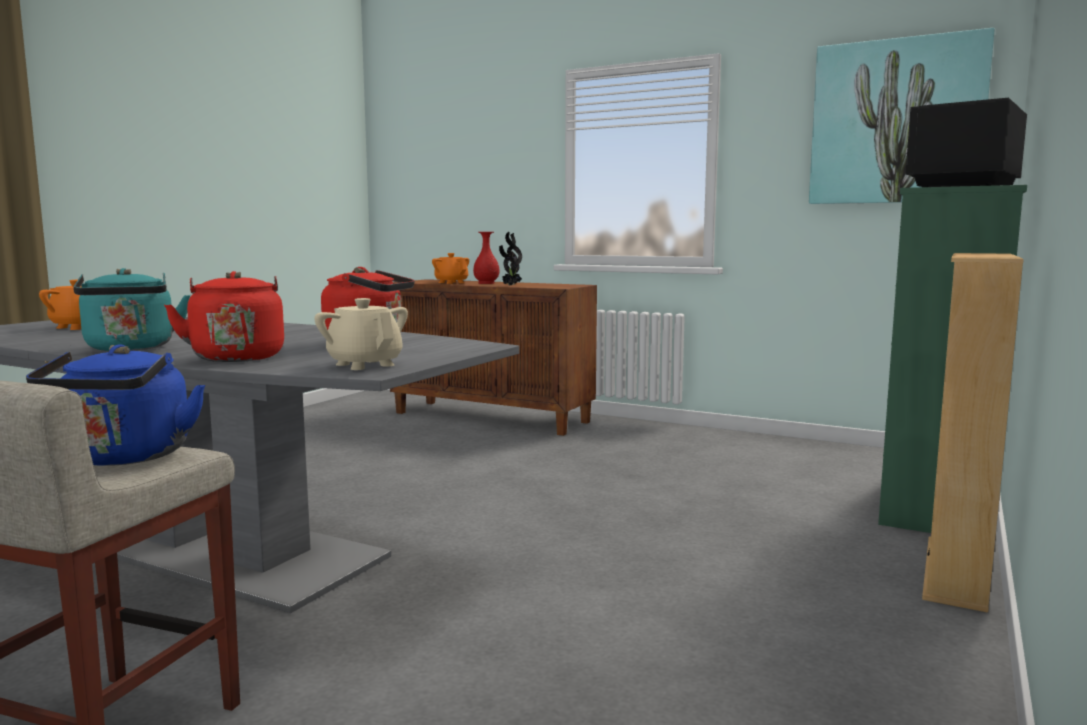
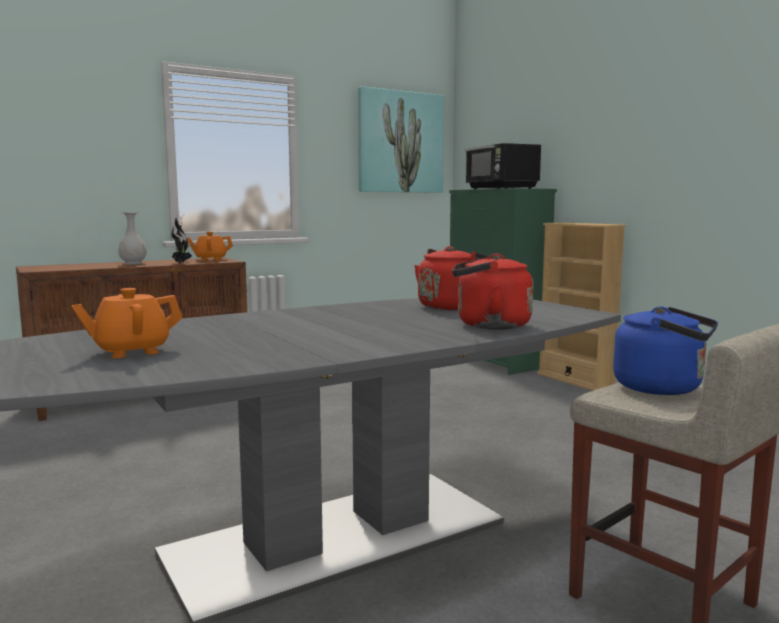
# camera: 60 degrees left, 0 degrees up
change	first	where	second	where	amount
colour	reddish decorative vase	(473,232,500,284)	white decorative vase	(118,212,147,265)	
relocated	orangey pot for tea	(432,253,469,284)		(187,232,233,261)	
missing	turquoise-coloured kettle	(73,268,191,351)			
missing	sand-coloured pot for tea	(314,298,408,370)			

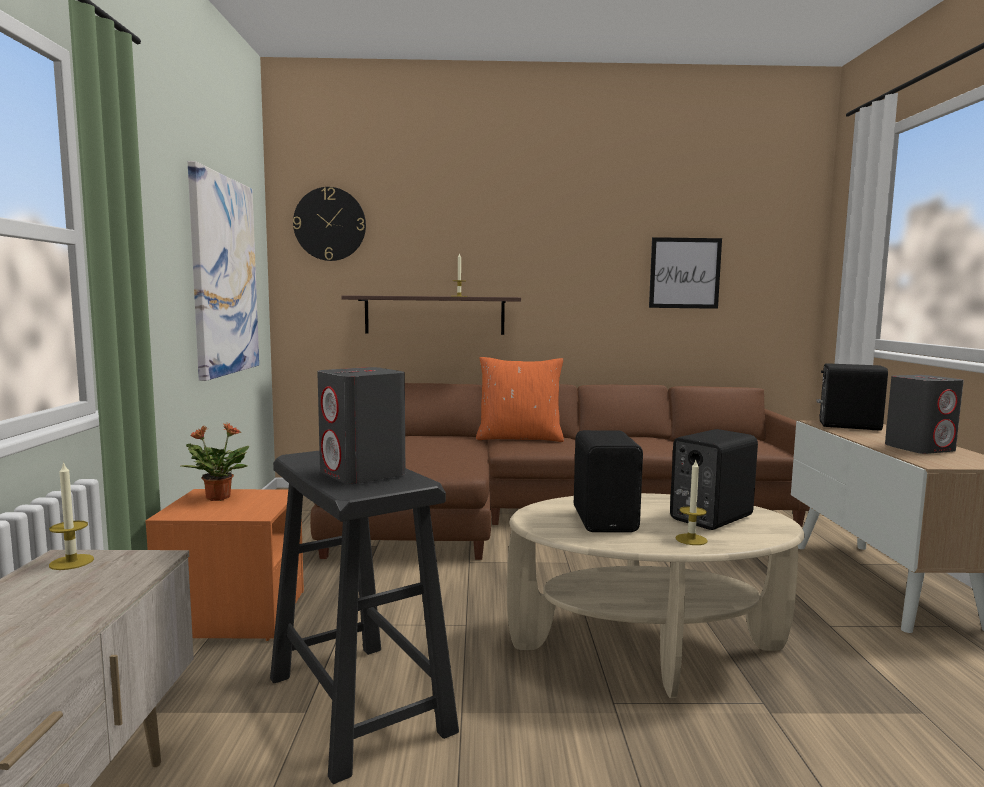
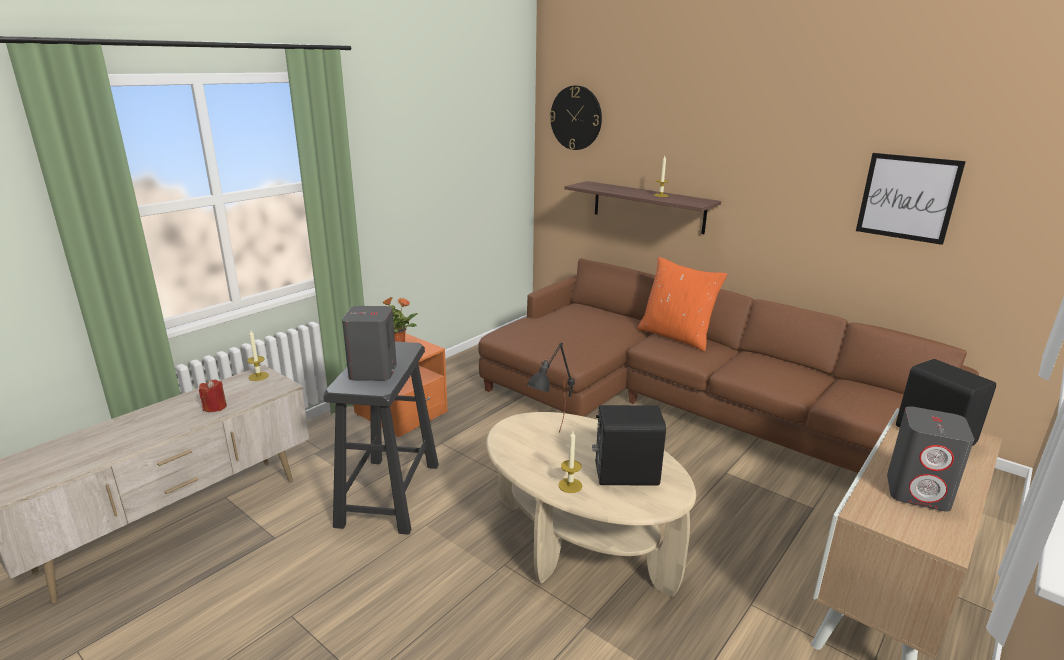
# camera: 40 degrees right, 15 degrees up
change	first	where	second	where	amount
missing	picture	(188,161,259,381)			
exchanged	black loudspeaker	(574,430,643,532)	black tabletop lamp	(526,342,575,433)	
appeared			reddish wax light	(199,379,227,412)	

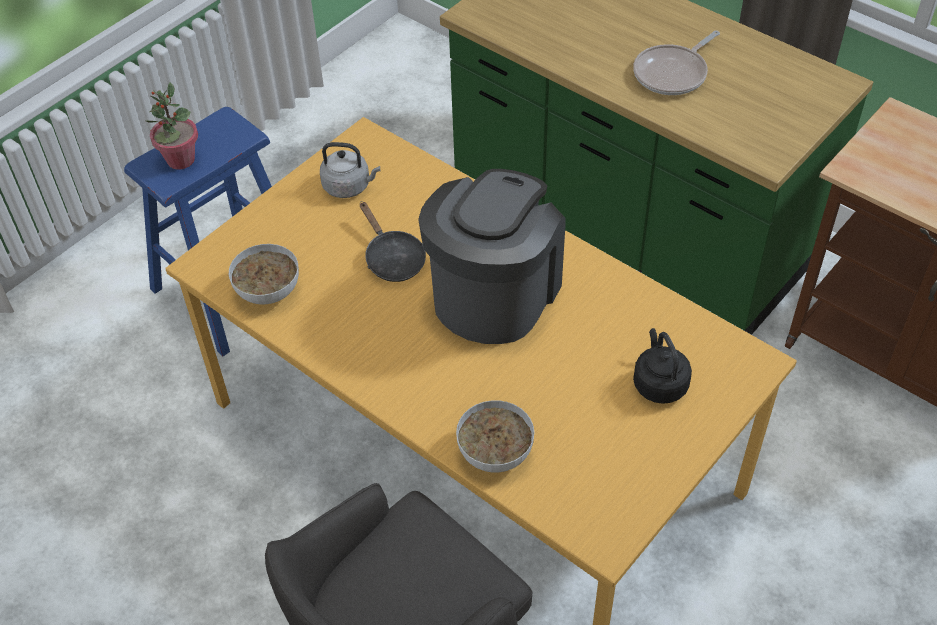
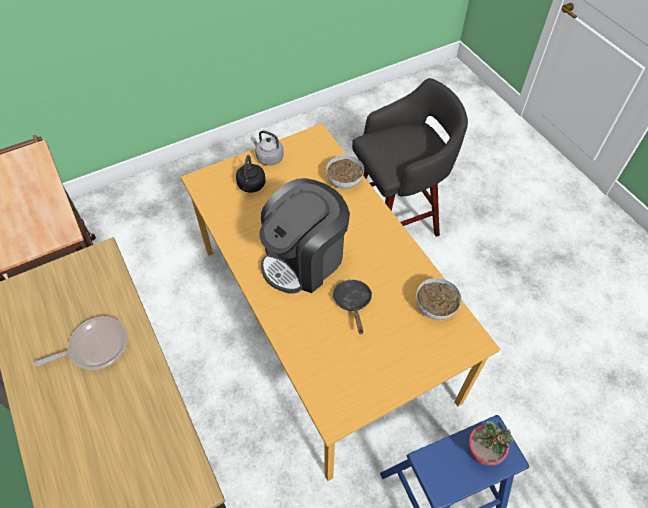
# camera: 160 degrees left, 5 degrees up
change	first	where	second	where	amount
relocated	gray kettle	(320,142,380,198)		(251,131,284,166)	

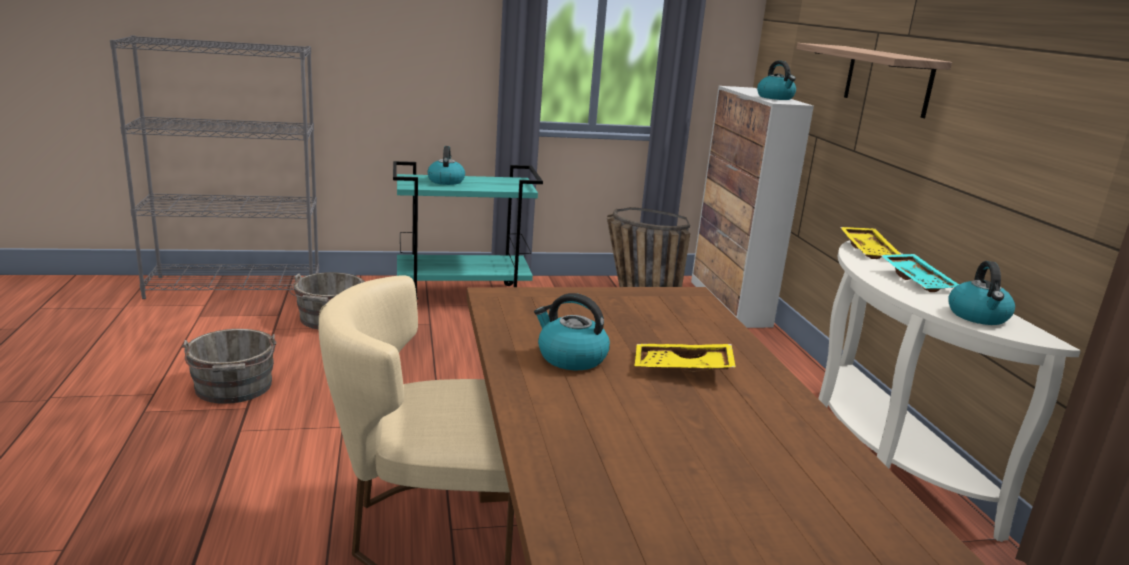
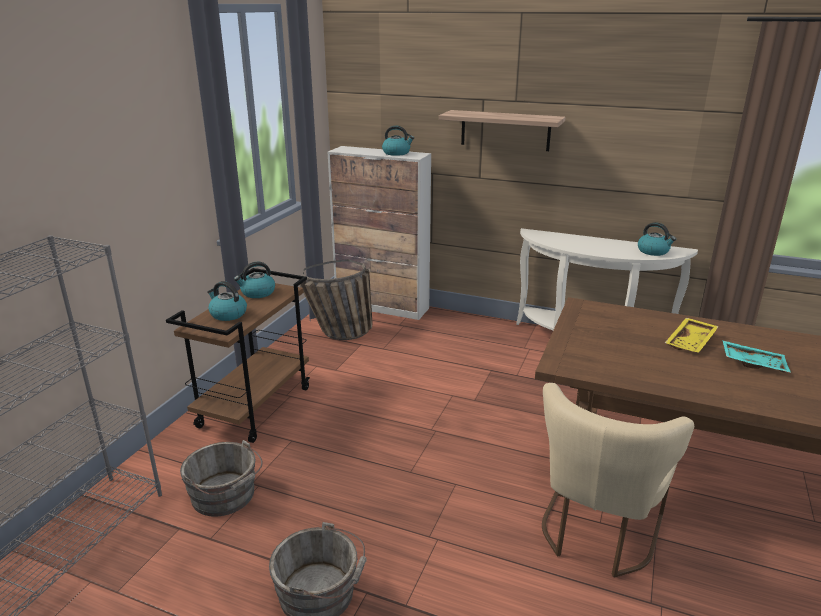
# camera: 55 degrees left, 5 degrees up
change	first	where	second	where	amount
colour	turquoise-coloured wheeled cart	(393,161,543,306)	brown-coloured wheeled cart	(166,268,310,443)	
missing	yellow serving tray	(840,227,901,259)			
relocated	turquoise-coloured serving tray	(880,254,959,292)		(723,340,791,373)	
relocated	kettle	(534,293,610,370)		(234,262,275,298)	

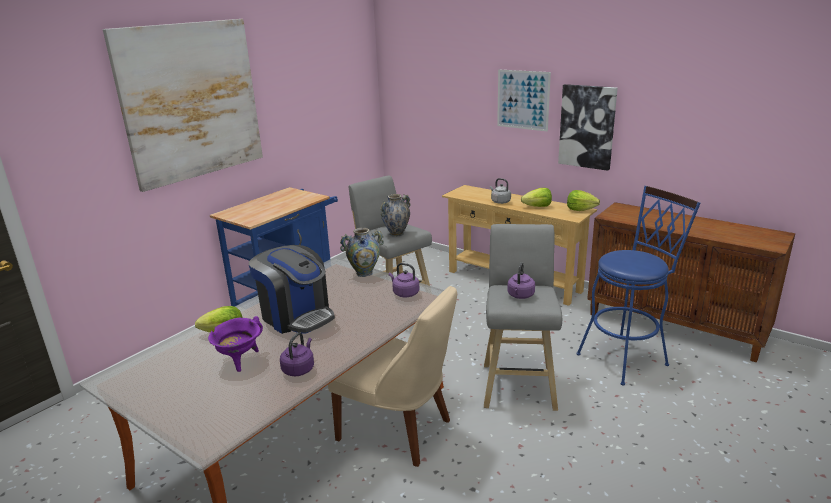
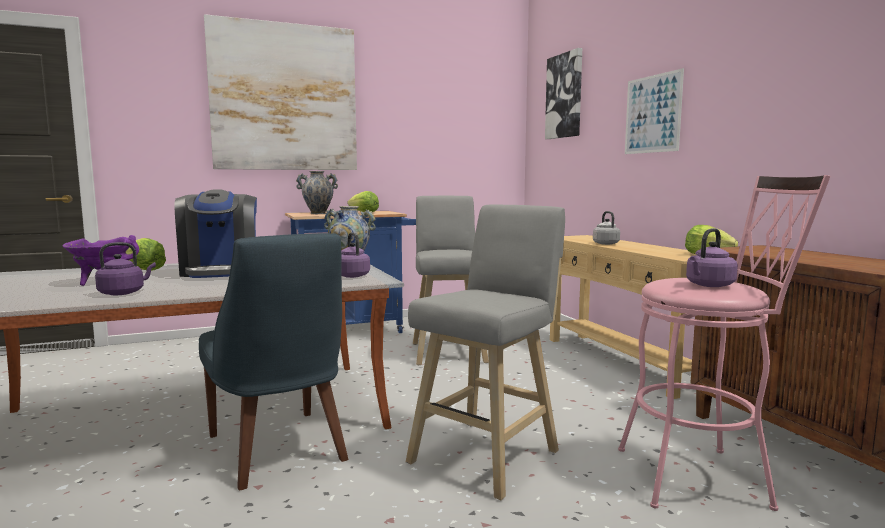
# camera: 30 degrees right, 15 degrees down
change	first	where	second	where	amount
relocated	picture	(558,84,618,171)		(545,48,582,139)	
colour	blue stool seat	(576,186,700,386)	pink stool seat	(618,175,830,511)	
relocated	lettuce head	(521,188,552,207)		(348,191,379,212)	
relocated	decorative vase	(380,194,410,236)		(296,171,338,214)	
relocated	purple kettle	(507,262,535,299)		(686,228,738,287)	
colour	sand-coloured chair	(328,286,457,467)	blue chair	(199,233,349,490)	

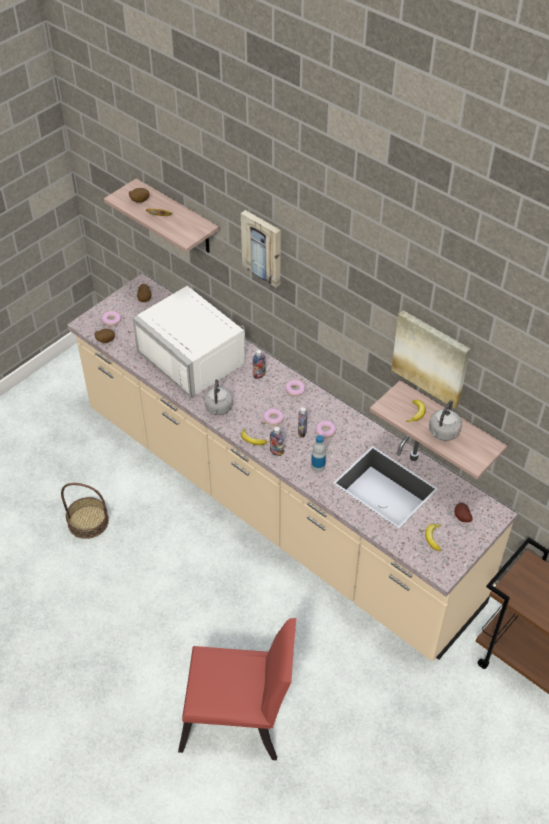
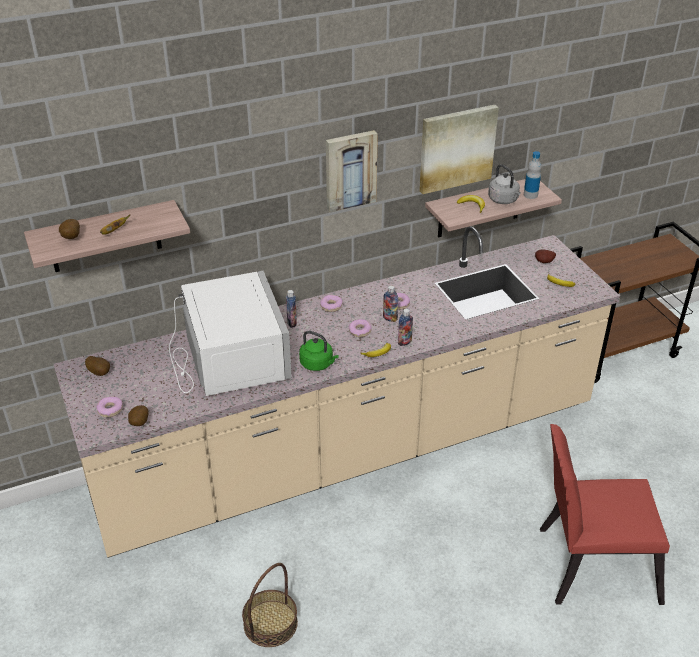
# camera: 65 degrees left, 10 degrees down
change	first	where	second	where	amount
relocated	picture	(241,210,281,287)		(326,130,378,212)	
spun	white microwave	(133,286,249,398)		(169,271,292,396)	90 degrees counterclockwise
colour	gray kettle	(204,379,233,415)	green-coloured kettle	(299,331,339,371)	
relocated	drink bottle	(311,435,326,473)		(524,151,541,199)	
spun	reddish chair	(178,618,296,760)		(540,424,670,605)	120 degrees counterclockwise

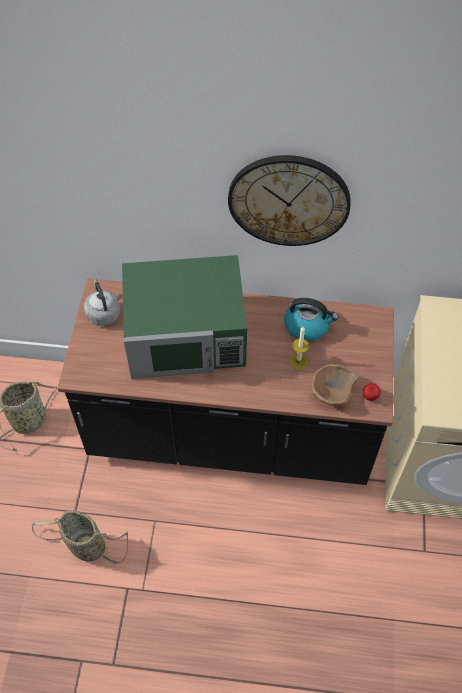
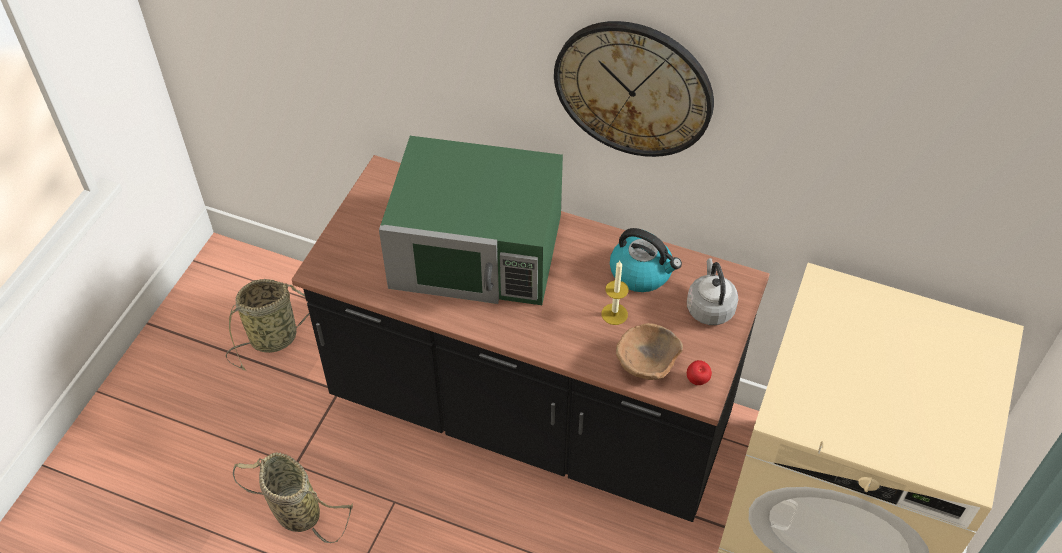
# camera: 15 degrees right, 5 degrees down
change	first	where	second	where	amount
relocated	gray kettle	(84,280,120,326)		(687,258,738,325)	

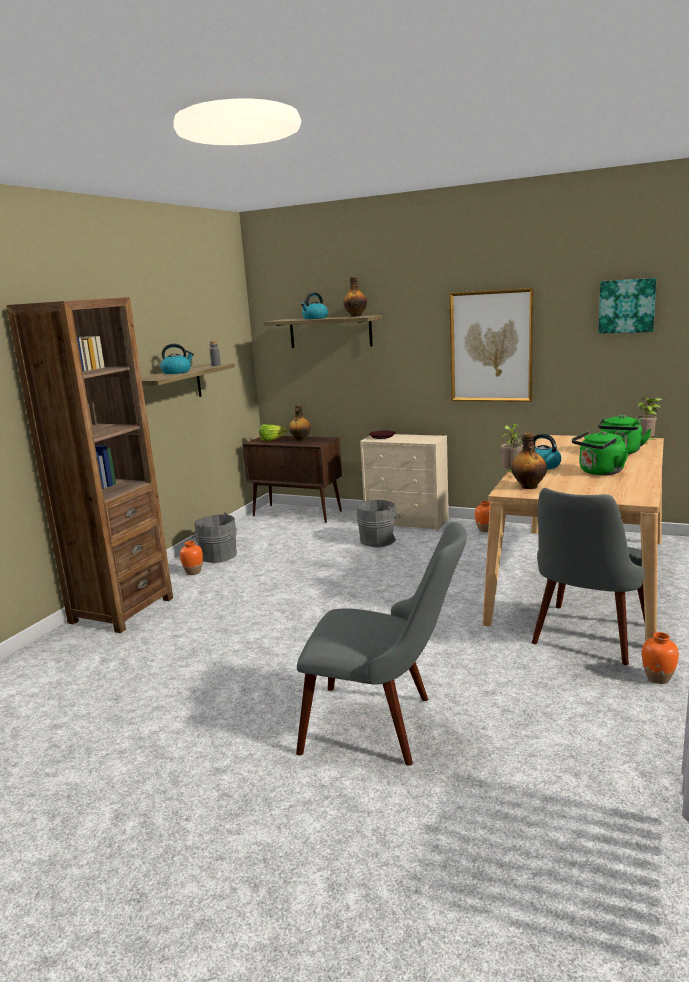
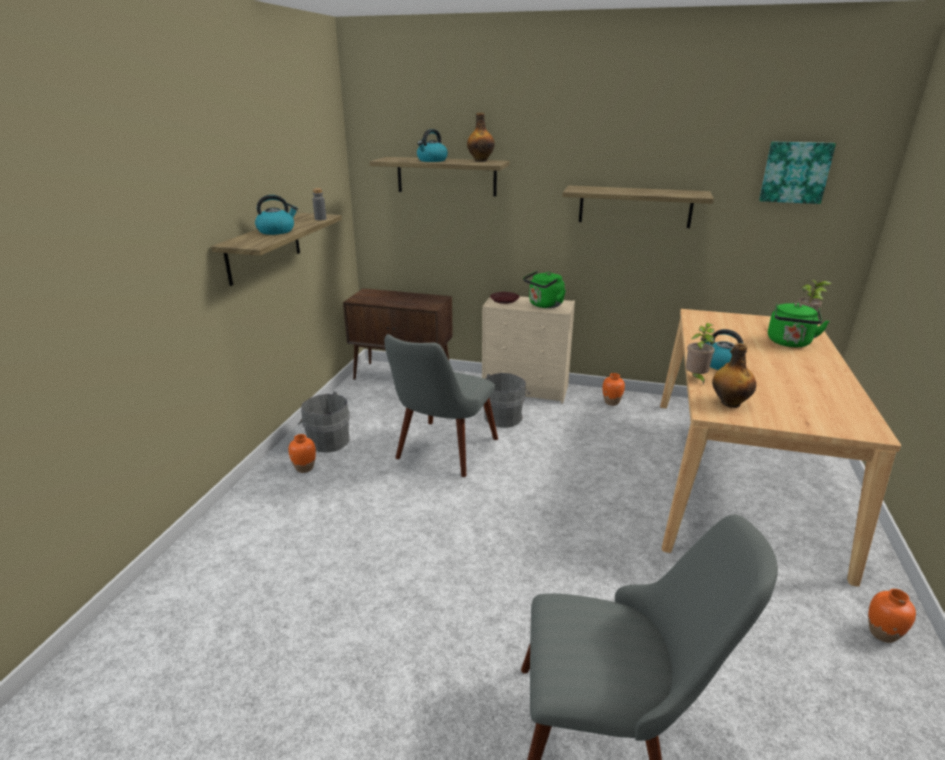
# camera: 10 degrees left, 10 degrees up
change	first	where	second	where	amount
exchanged	picture	(449,288,534,402)	shelf	(562,186,714,228)	
missing	brown-coloured bookshelf	(6,297,173,633)			
missing	drink bottle	(289,405,311,441)			
missing	lettuce head	(259,424,287,441)			
relocated	green-coloured kettle	(572,431,629,475)		(523,271,566,308)	
relocated	gray chair	(532,488,645,665)		(384,334,498,477)	

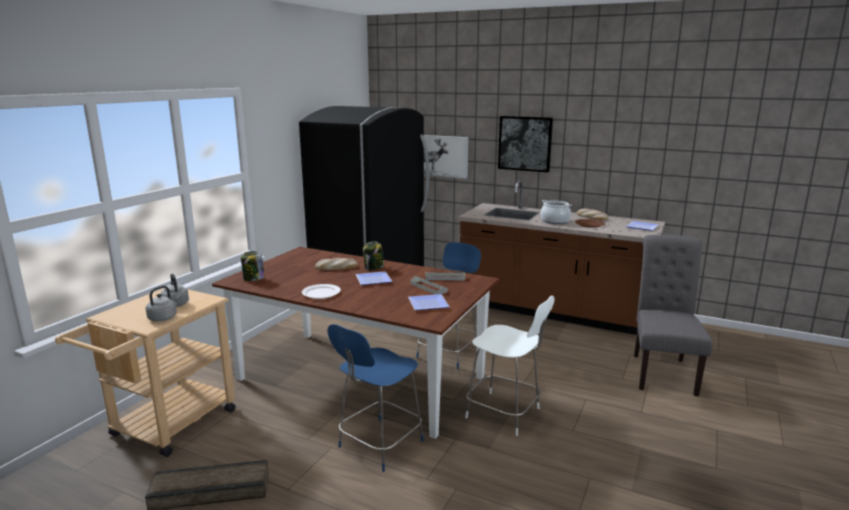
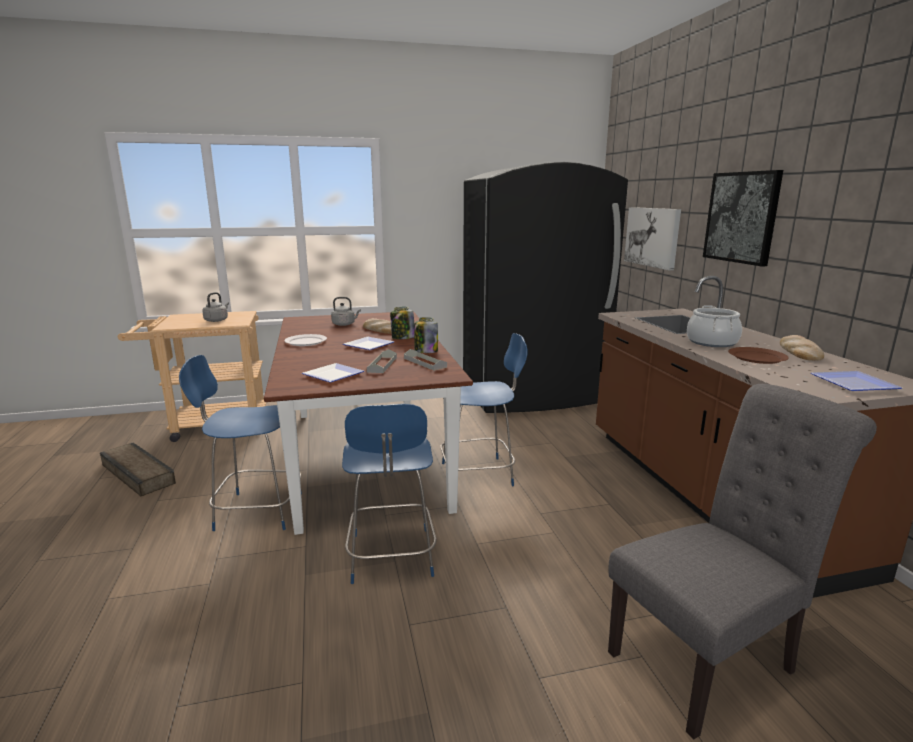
# camera: 50 degrees right, 0 degrees up
change	first	where	second	where	amount
relocated	storage jar	(241,251,265,281)		(414,317,438,353)	
relocated	gray kettle	(146,286,181,321)		(331,297,361,326)	
colour	white stool seat	(465,295,554,436)	blue stool seat	(342,404,437,584)	

